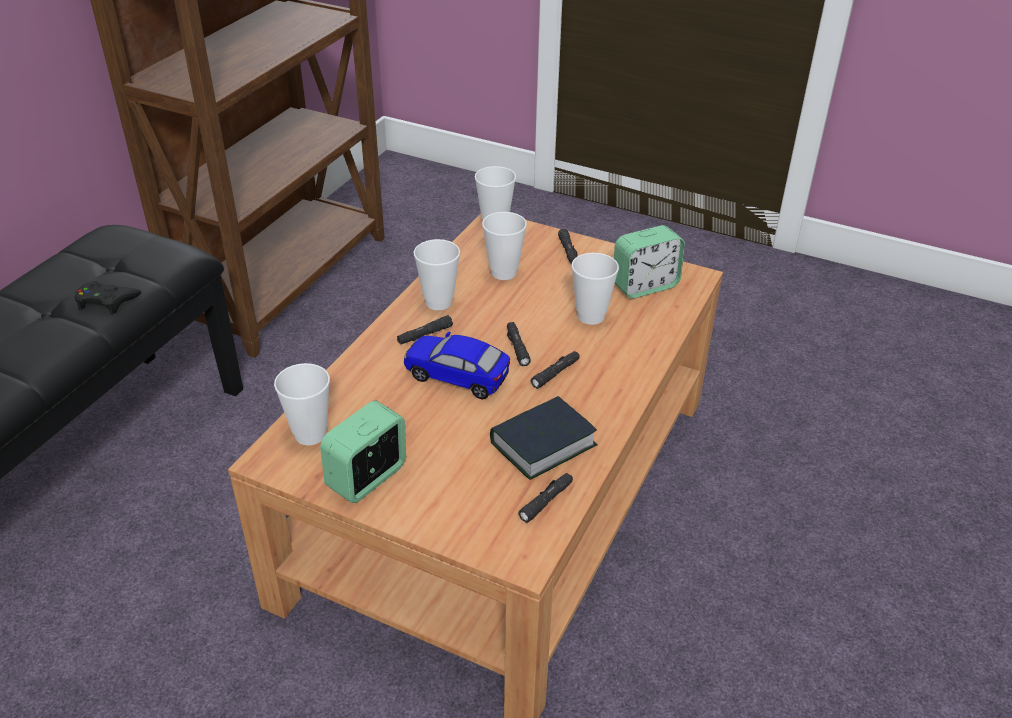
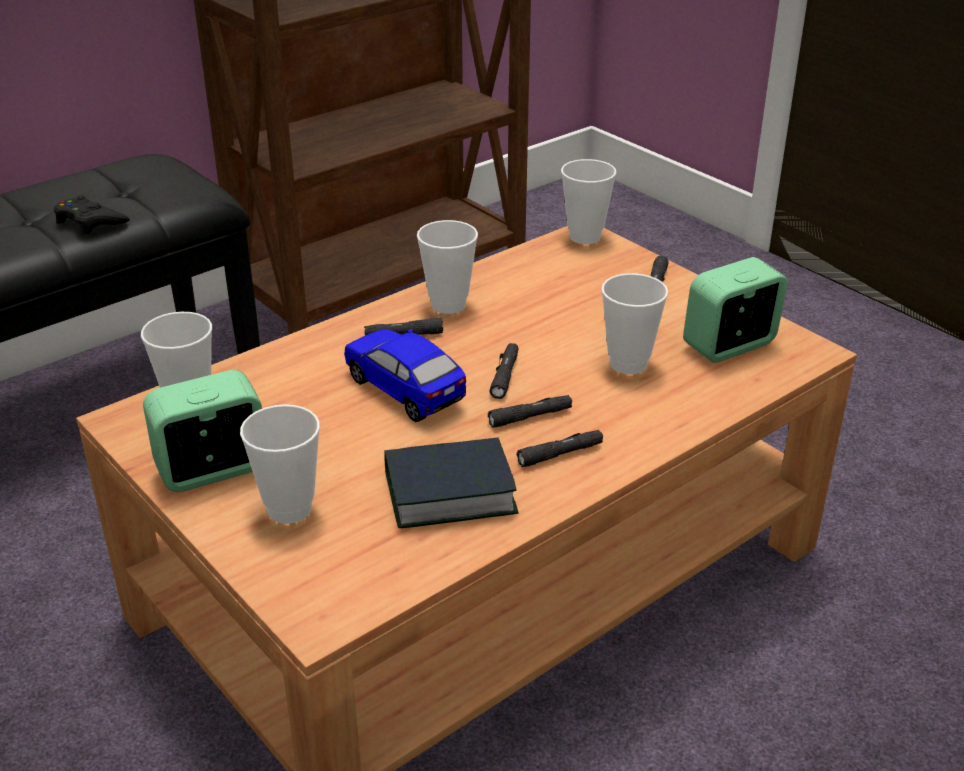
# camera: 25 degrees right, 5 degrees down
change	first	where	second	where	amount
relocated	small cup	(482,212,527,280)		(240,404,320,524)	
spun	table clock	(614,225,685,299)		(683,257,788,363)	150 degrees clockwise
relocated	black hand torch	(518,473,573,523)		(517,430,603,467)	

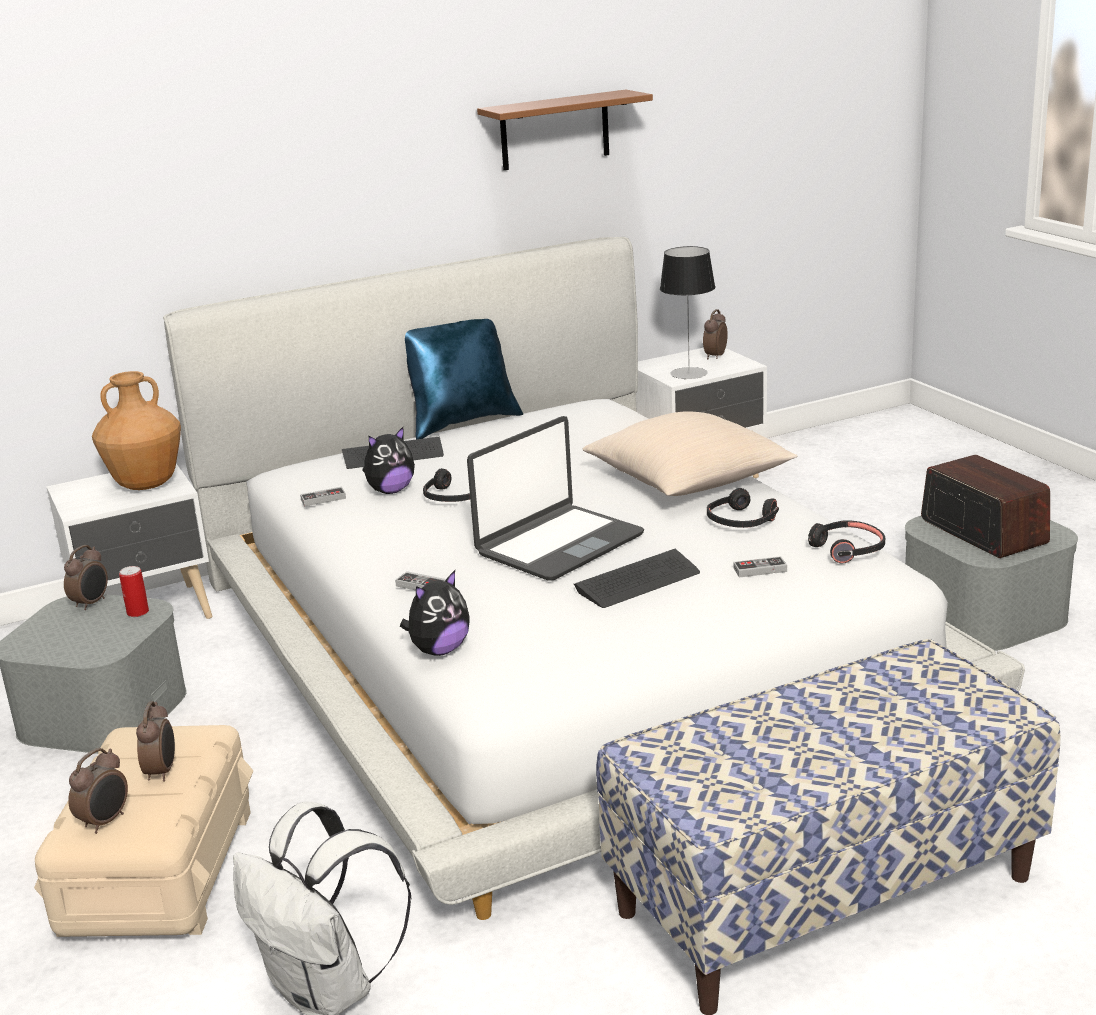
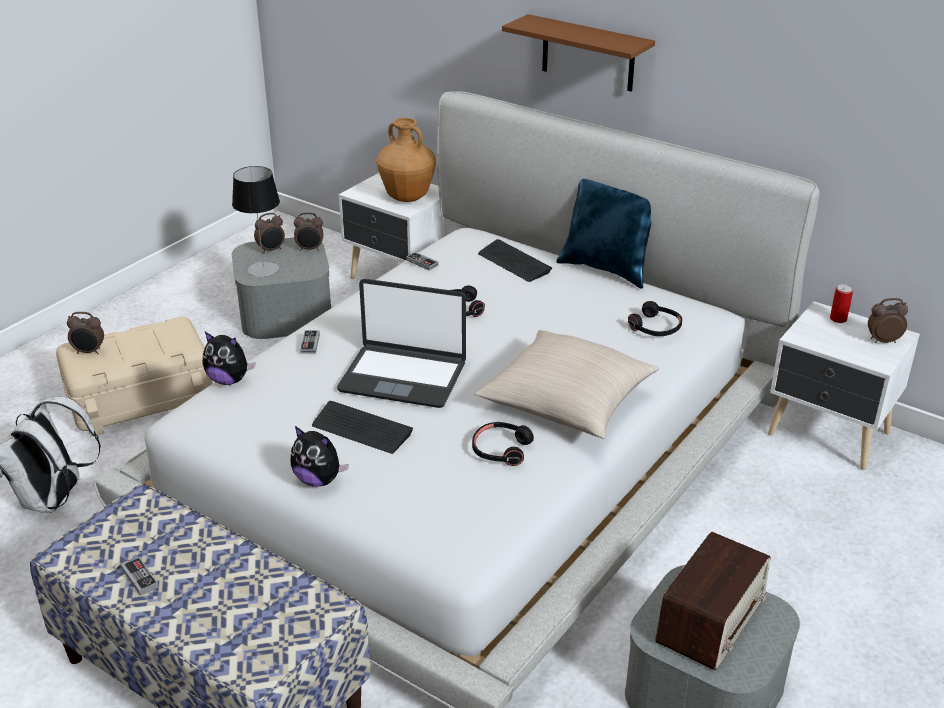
# camera: 60 degrees right, 10 degrees up
change	first	where	second	where	amount
relocated	brown-coloured shelf	(477,90,653,170)		(502,14,655,92)	
relocated	tabletop lamp	(660,246,715,379)		(232,166,280,277)	
relocated	plush toy	(362,427,415,494)		(290,426,349,487)	
relocated	black pair of headphones	(808,521,885,564)		(628,301,682,336)	
relocated	game controller	(733,556,787,578)		(121,557,159,596)	
relocated	sealed can	(119,566,149,617)		(830,284,853,323)	
relocated	table clock	(136,701,175,782)		(254,213,285,253)	

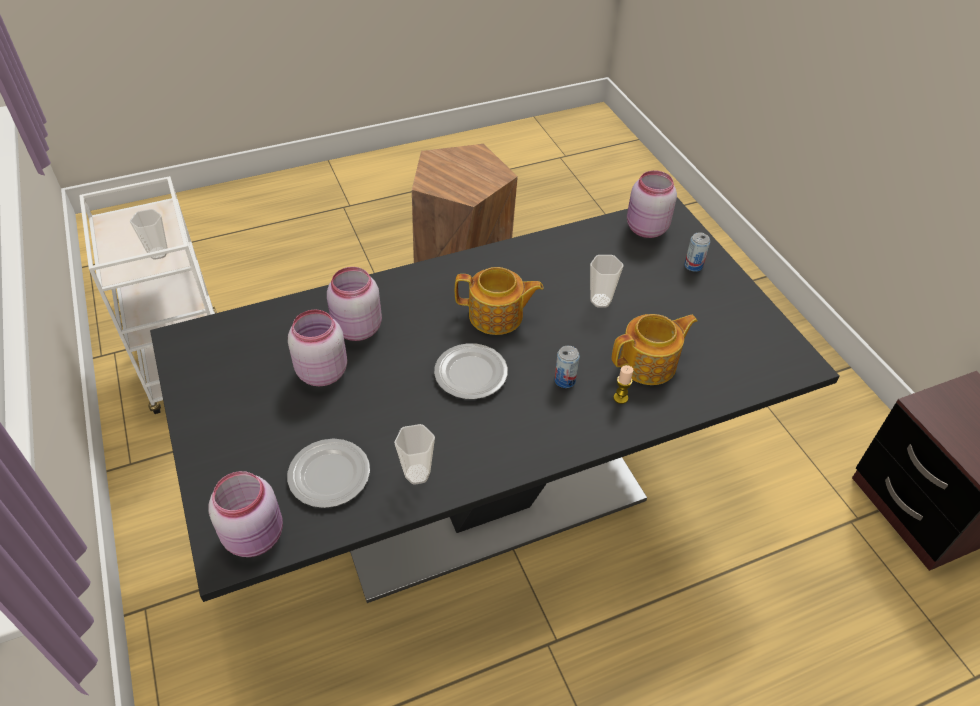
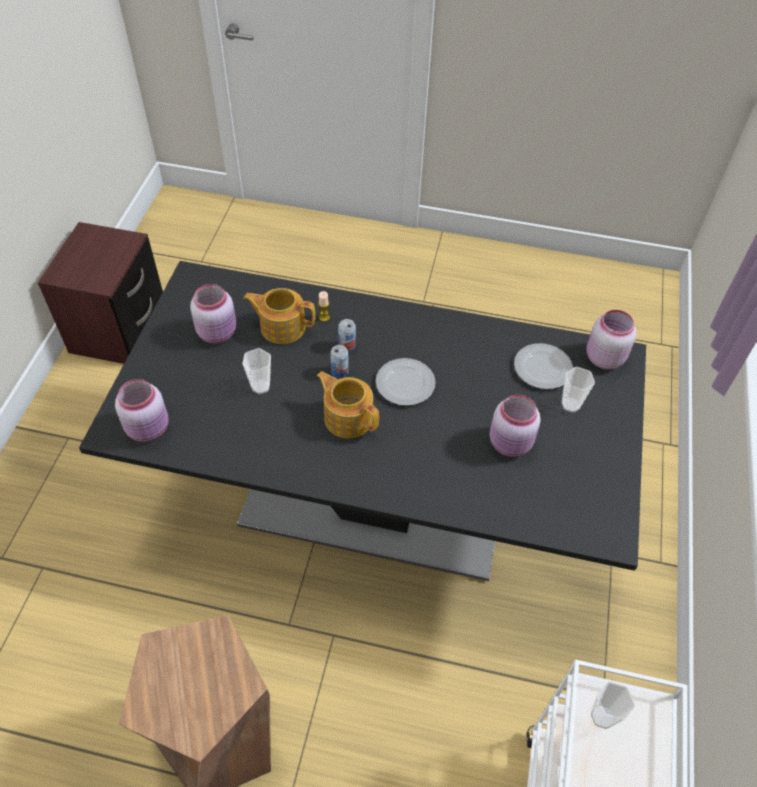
# camera: 145 degrees left, 5 degrees up
change	first	where	second	where	amount
relocated	sealed can	(684,233,710,272)		(330,345,349,378)	
relocated	pink storage jar	(327,267,382,341)		(190,284,236,344)	
relocated	small cup	(394,424,435,485)		(562,367,595,413)	

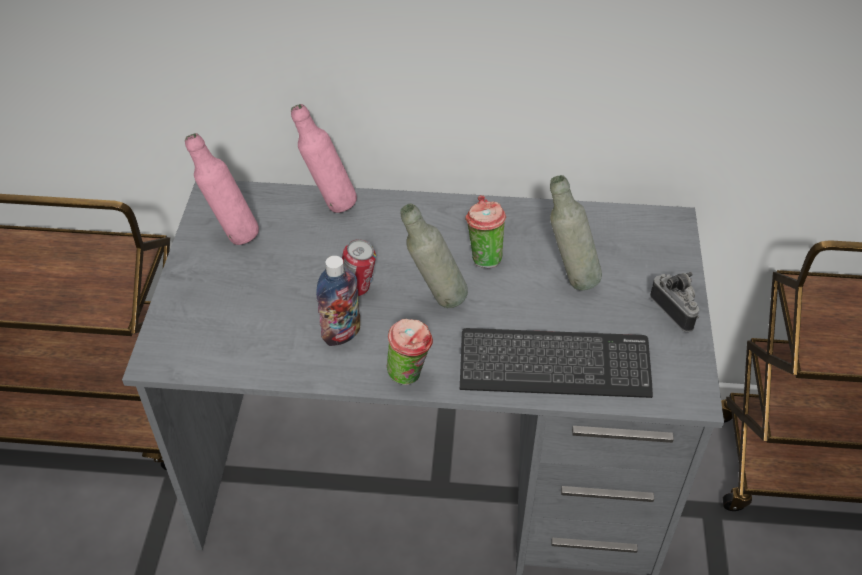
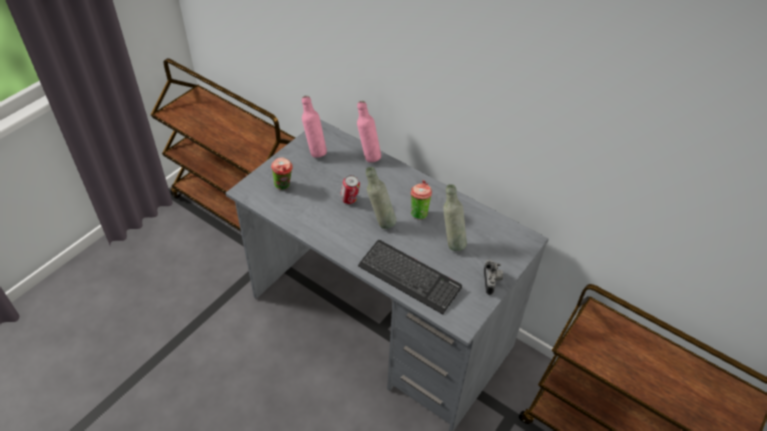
# camera: 30 degrees right, 0 degrees up
change	first	where	second	where	amount
missing	drink bottle	(316,256,360,346)			
relocated	small cup	(387,319,433,385)		(271,157,293,190)	

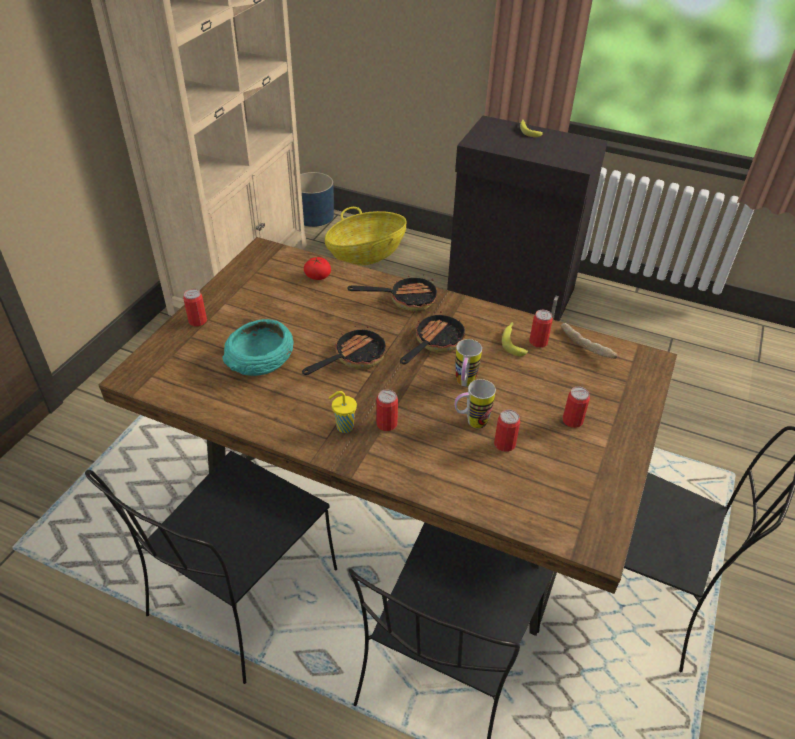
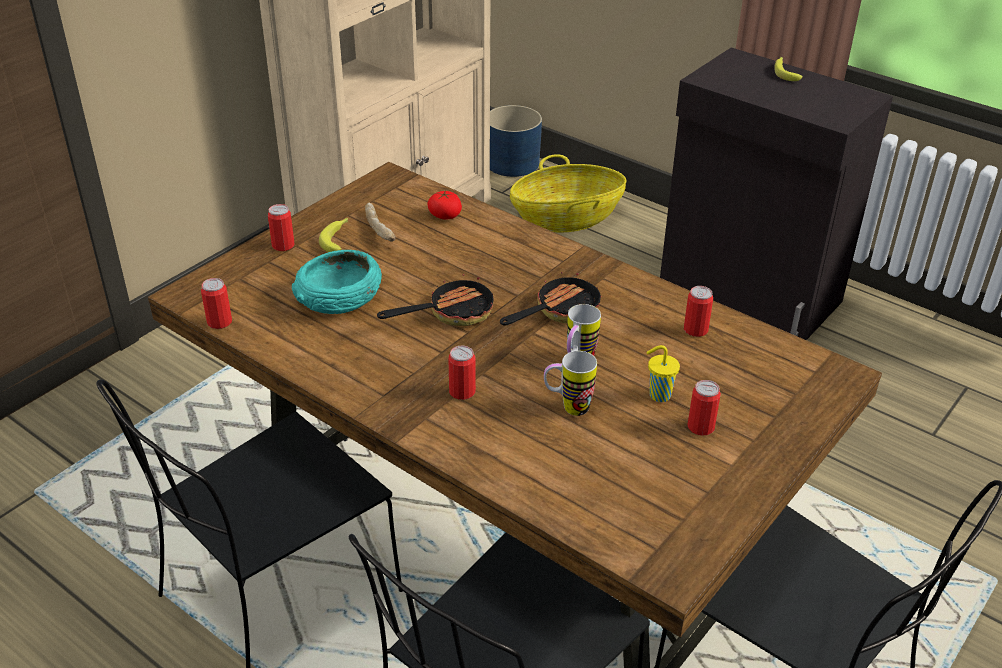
# camera: 15 degrees right, 5 degrees down
change	first	where	second	where	amount
missing	skillet	(348,274,437,311)			
relocated	whole banana	(502,322,528,356)		(319,218,348,252)	
relocated	bread	(561,323,618,359)		(365,203,396,242)	
relocated	yellow small cup	(329,391,357,433)		(646,345,680,402)	
relocated	sealed can	(494,409,520,452)		(201,278,232,329)	

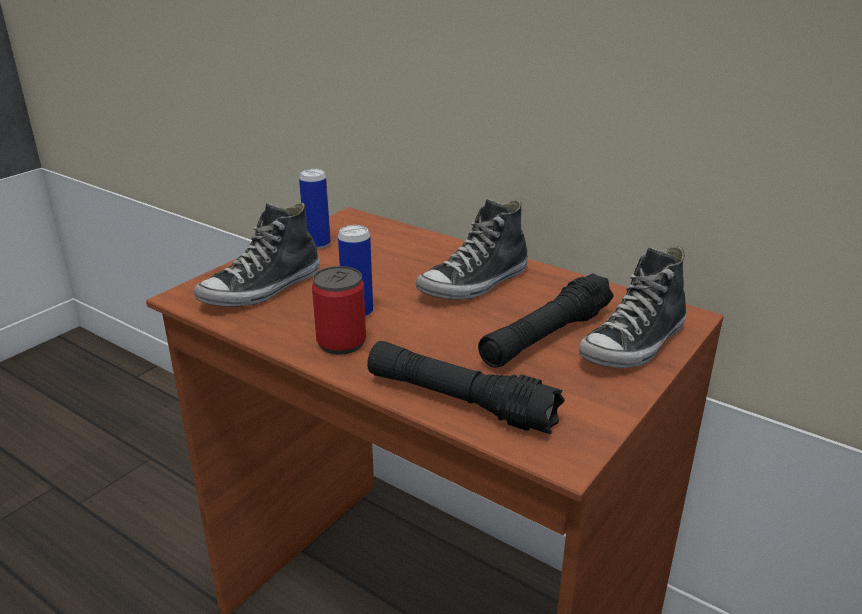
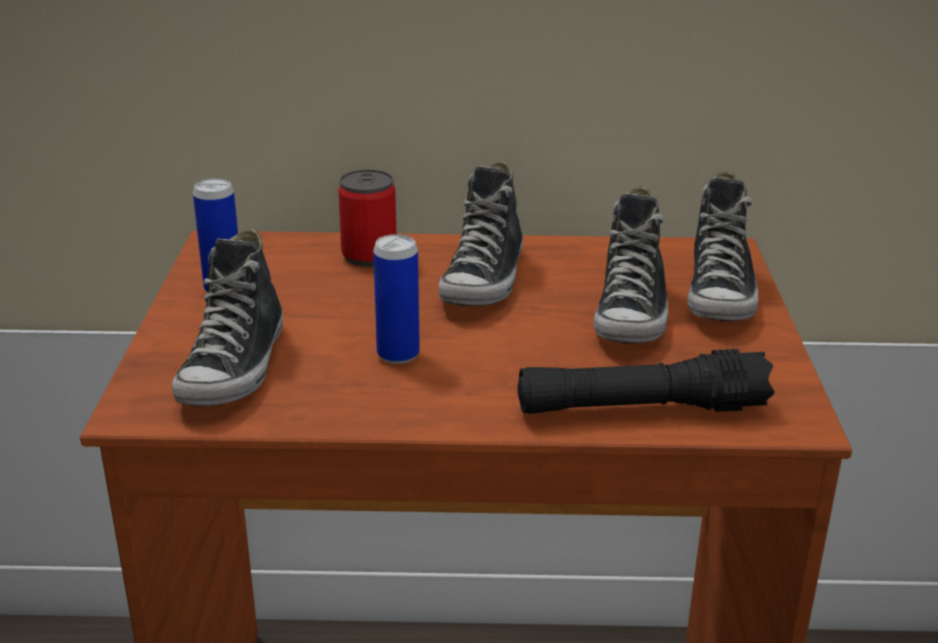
# camera: 35 degrees left, 0 degrees up
change	first	where	second	where	amount
relocated	sealed can	(312,266,366,355)		(338,170,396,267)	
exchanged	black hand torch	(478,273,614,368)	shoe	(594,187,668,344)	

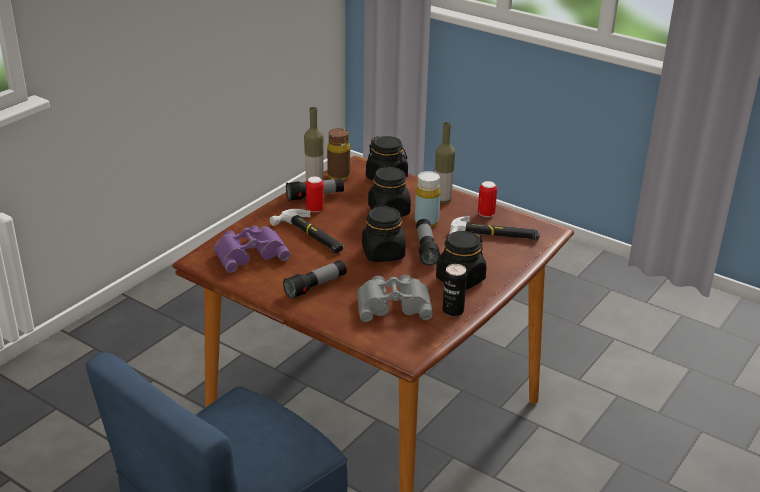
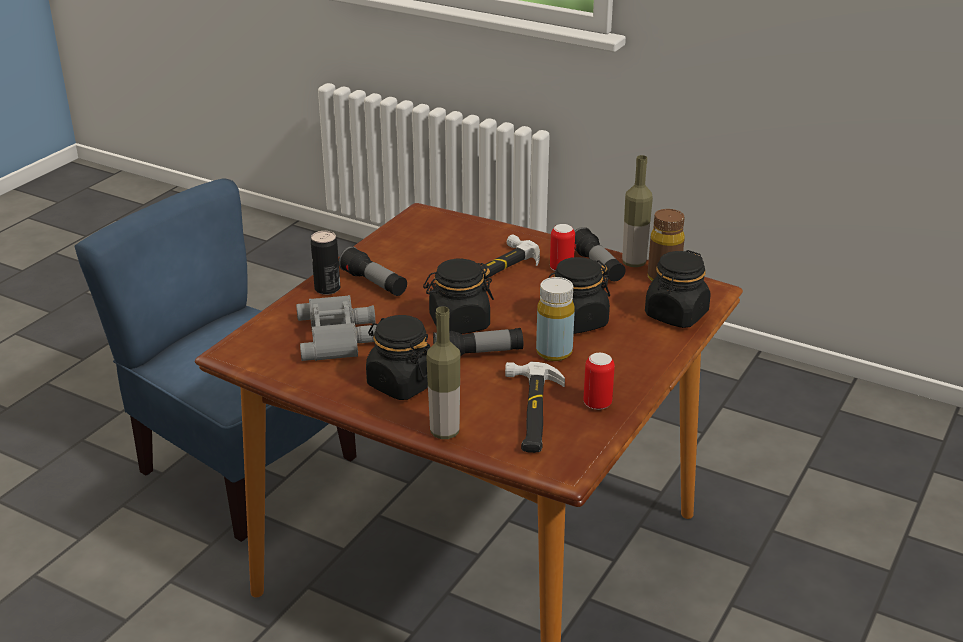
# camera: 85 degrees right, 0 degrees up
change	first	where	second	where	amount
relocated	drink bottle	(435,122,455,203)		(426,306,460,439)	
missing	purple binoculars	(214,225,291,273)			
relocated	sealed can	(443,264,467,316)		(311,231,340,295)	

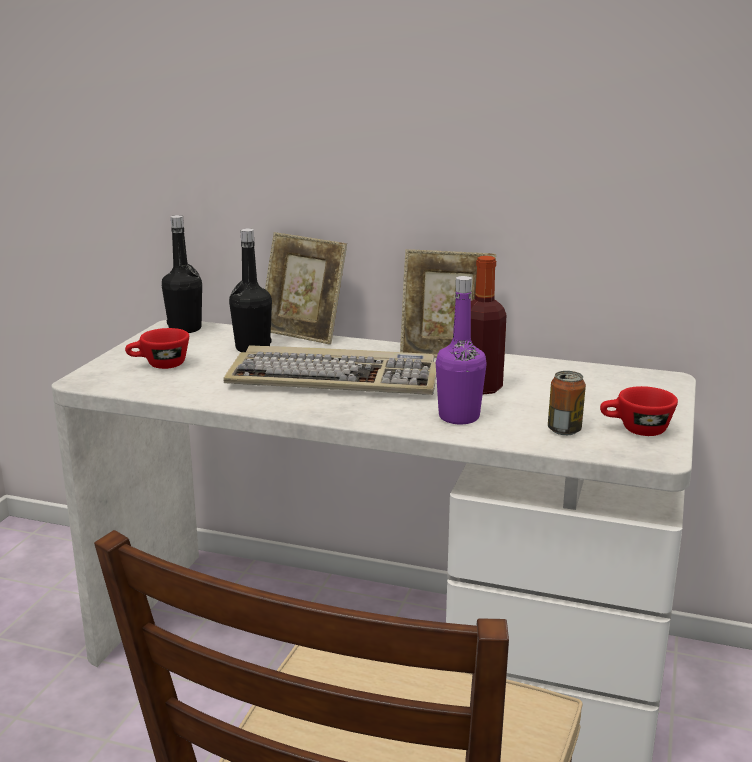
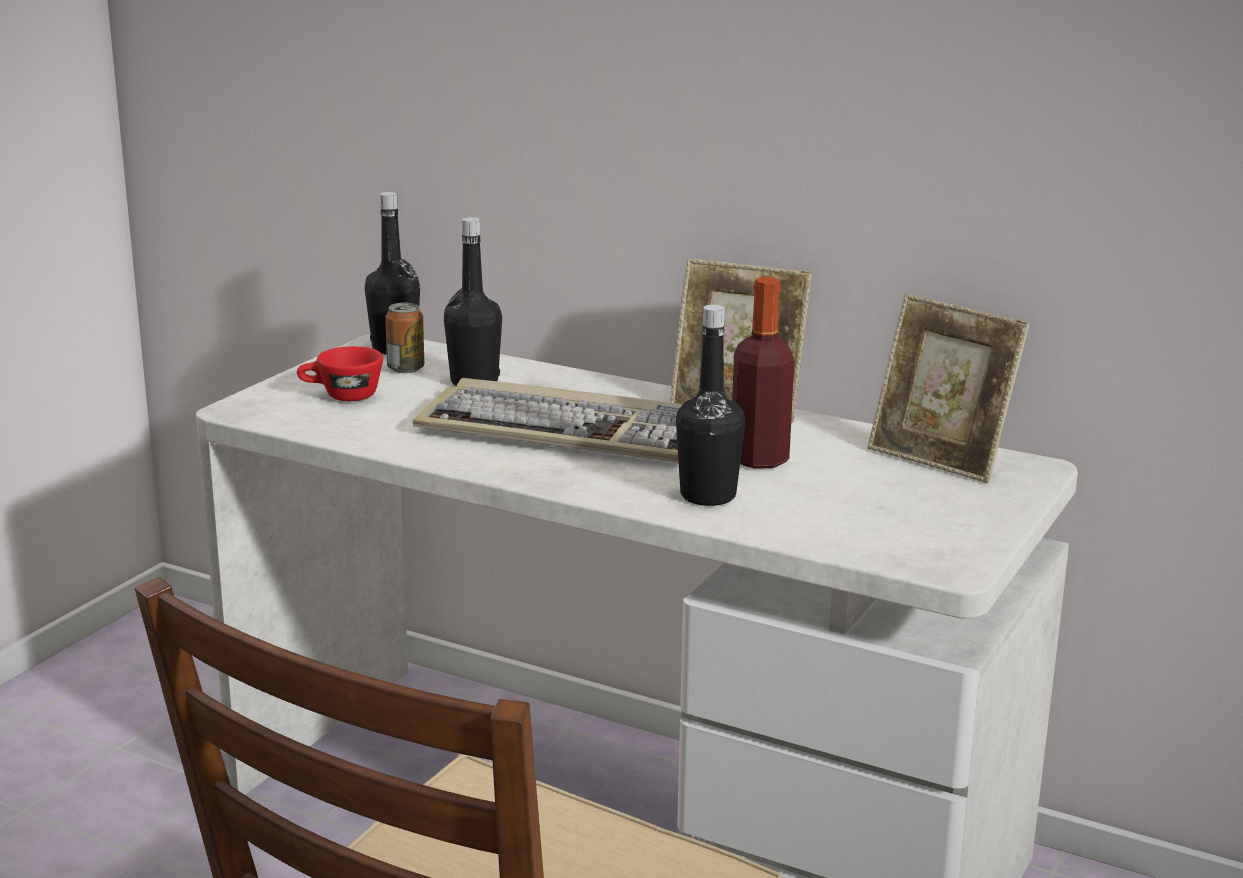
# camera: 10 degrees right, 0 degrees up
change	first	where	second	where	amount
relocated	photo frame	(265,232,347,345)		(867,293,1030,483)	
colour	purple drink bottle	(436,276,487,424)	black drink bottle	(676,305,745,506)	
relocated	sealed can	(548,371,586,435)		(385,303,424,373)	
missing	reddish small cup	(600,386,678,436)			

